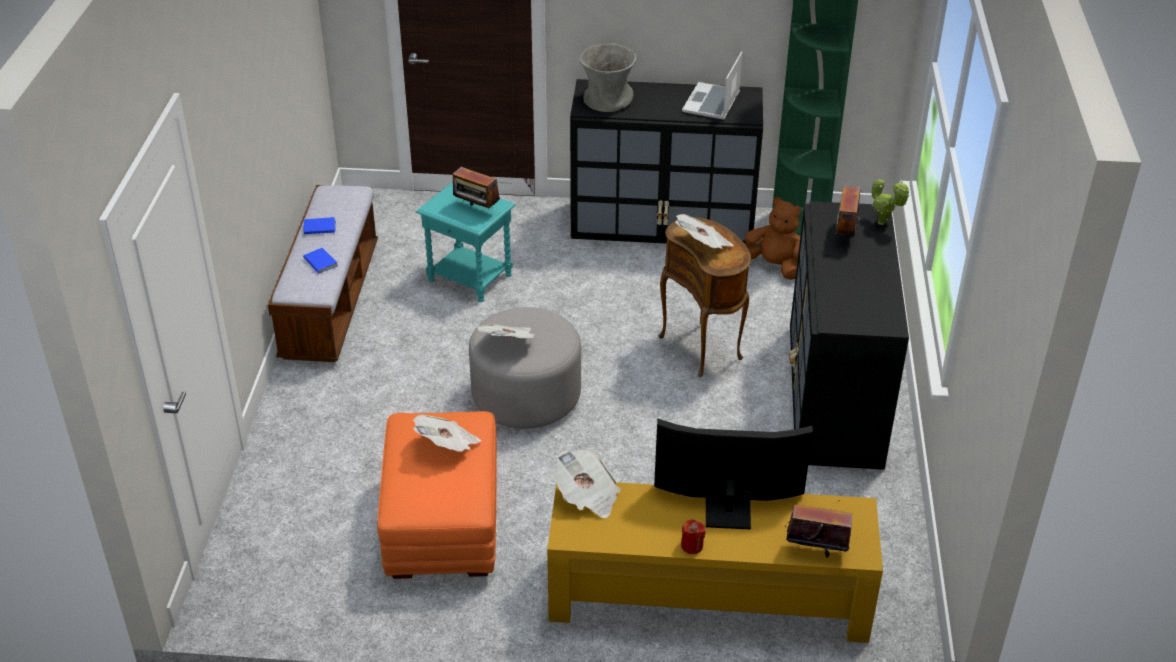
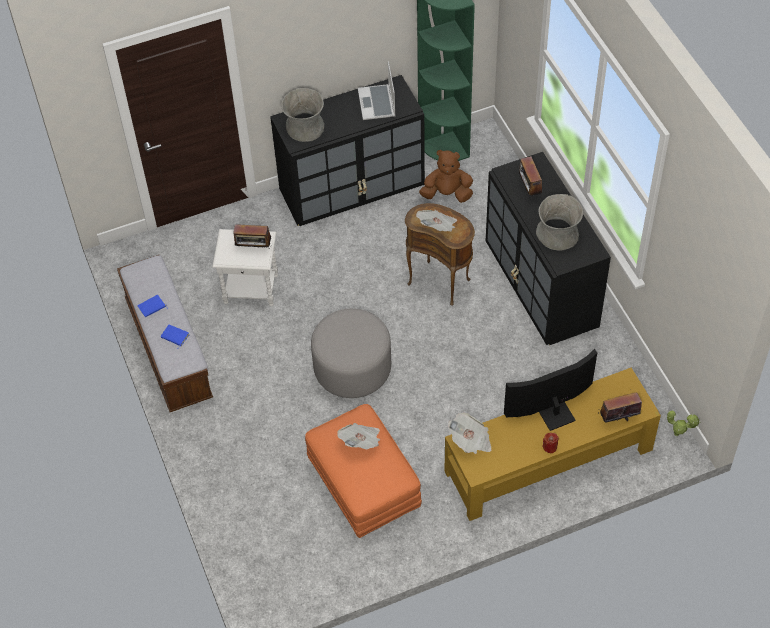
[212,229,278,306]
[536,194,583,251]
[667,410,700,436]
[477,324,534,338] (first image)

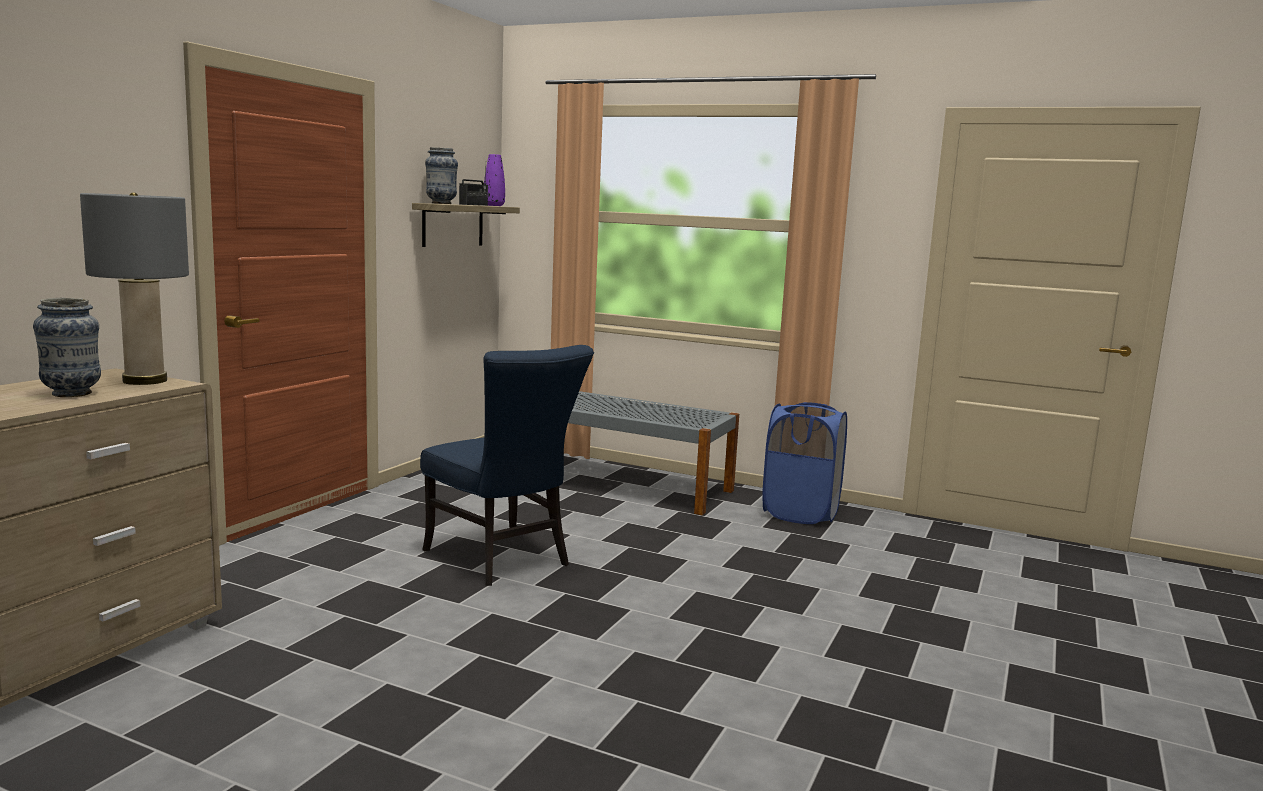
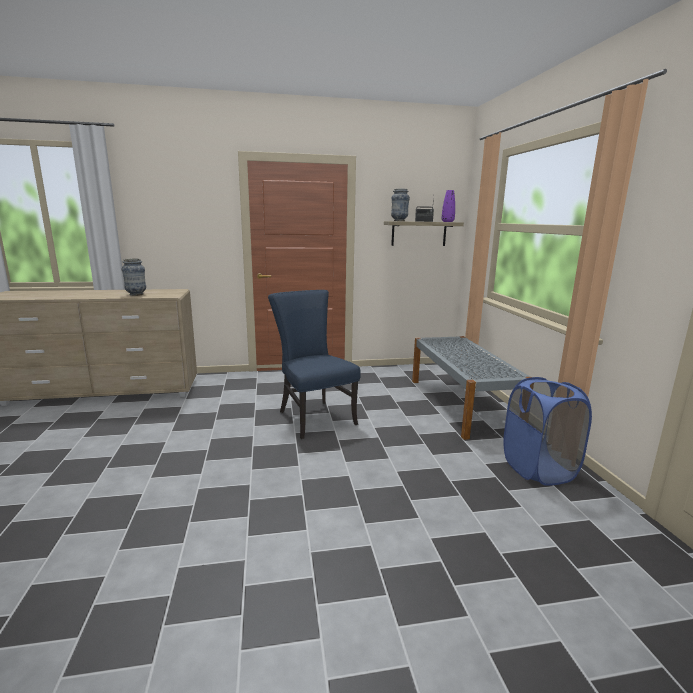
[268,290,361,439]
[80,192,189,385] (first image)

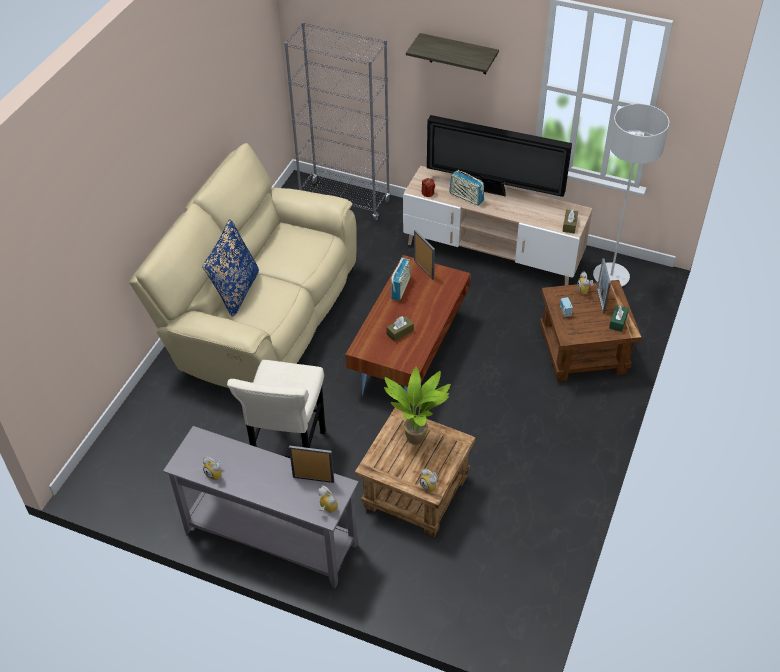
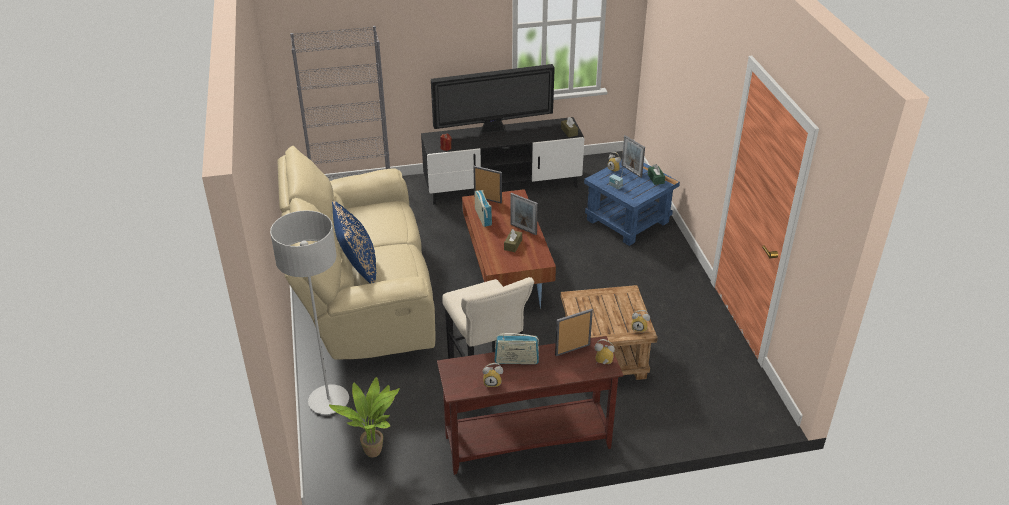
[270,210,349,414]
[329,377,400,457]
[421,117,584,205]
[437,336,623,475]
[495,333,539,364]
[510,193,538,235]
[584,160,680,246]
[406,33,499,74] (first image)

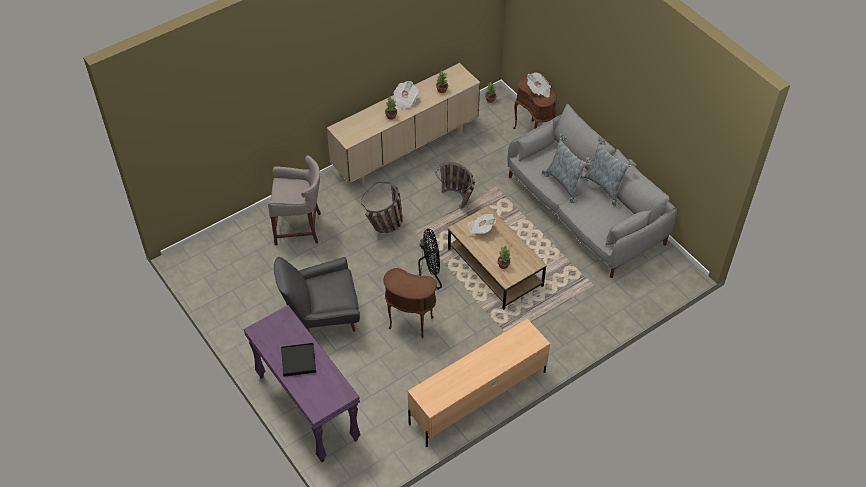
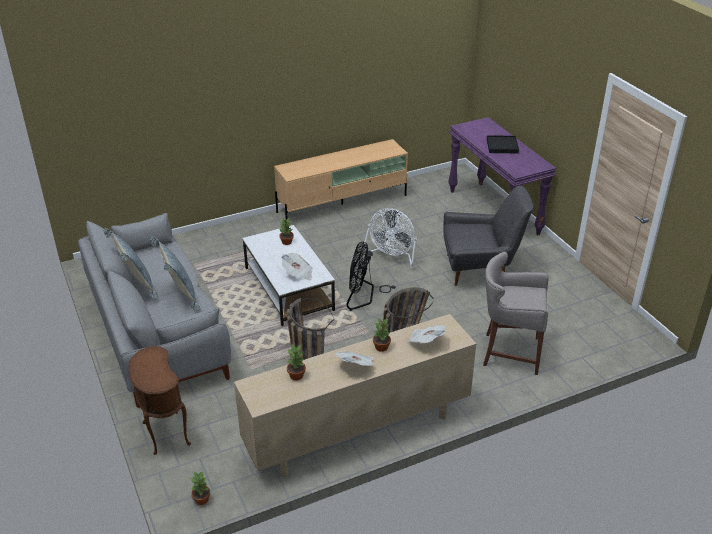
[242,225,335,326]
[364,208,417,268]
[407,325,446,343]

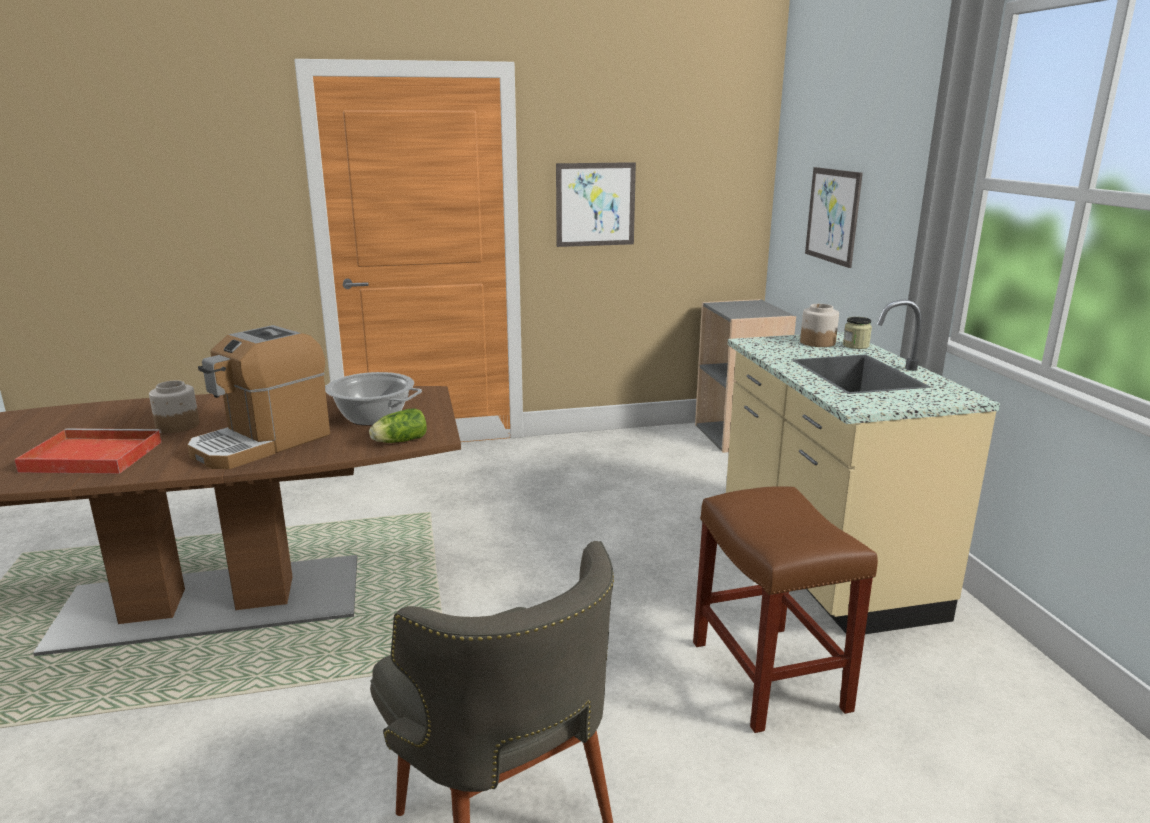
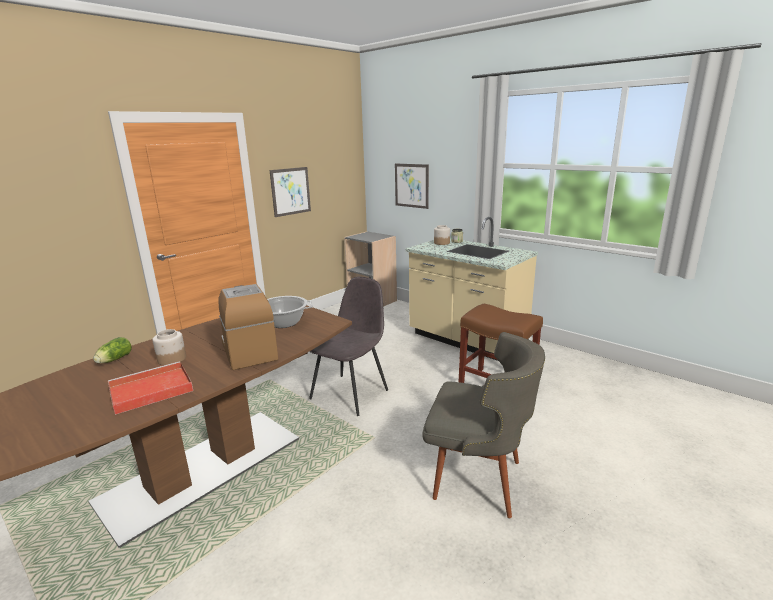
[93,337,132,364]
[219,284,278,370]
[309,277,388,416]

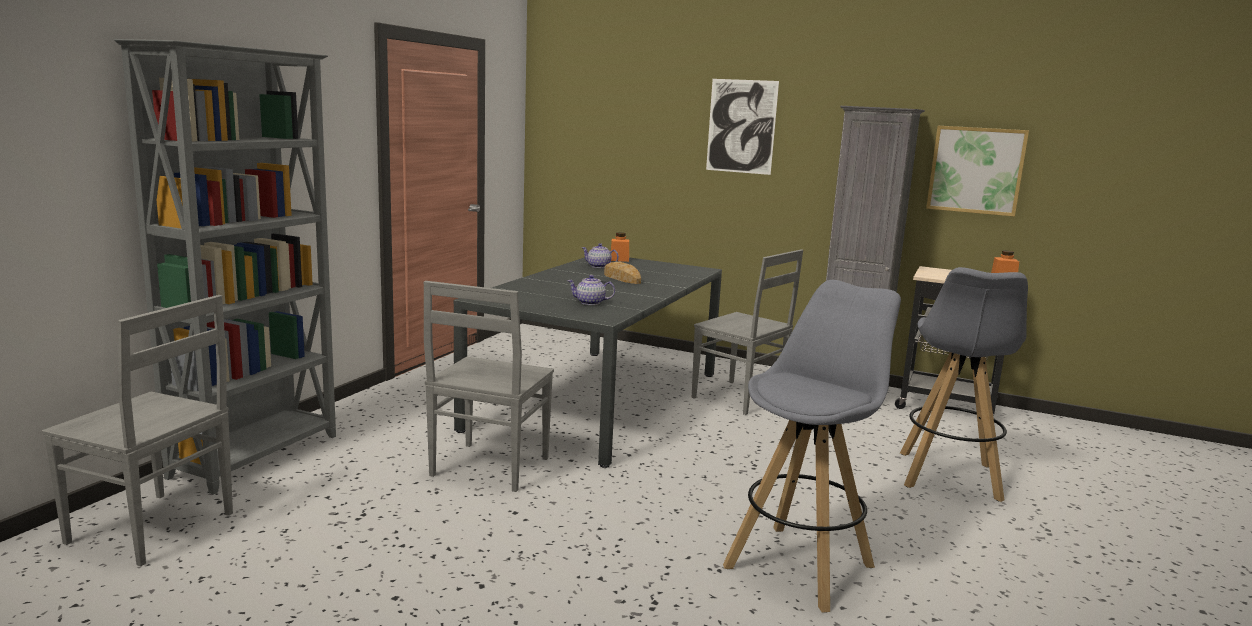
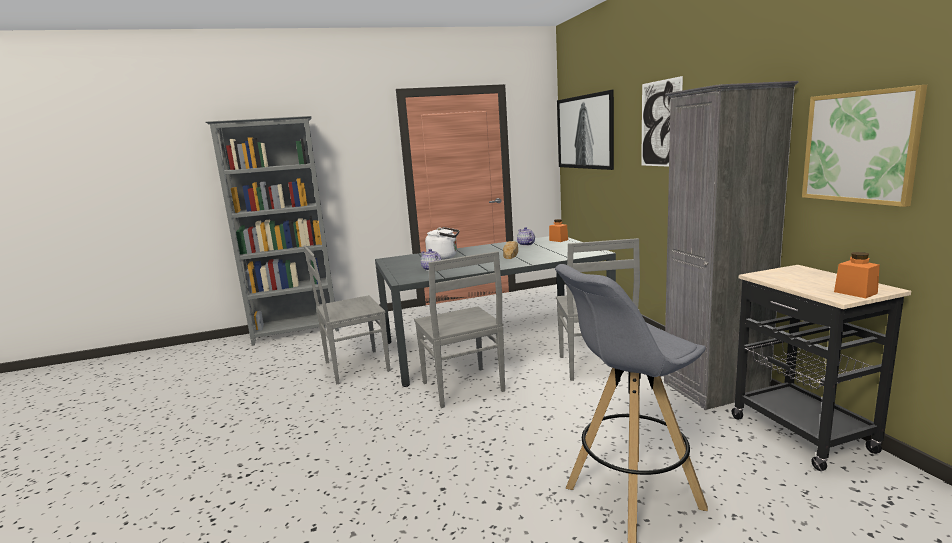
[414,251,505,408]
[425,227,459,259]
[557,90,614,170]
[723,280,901,613] (first image)

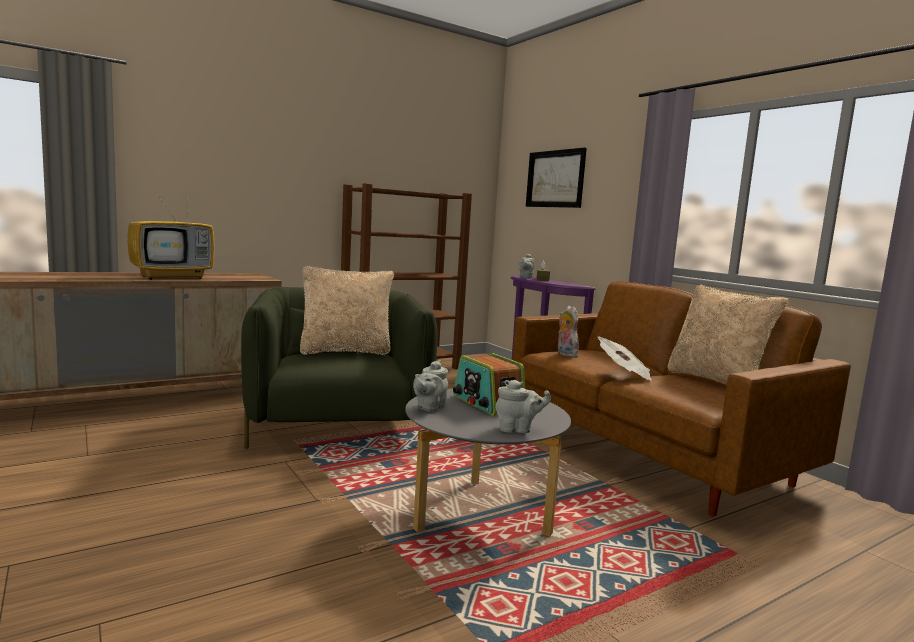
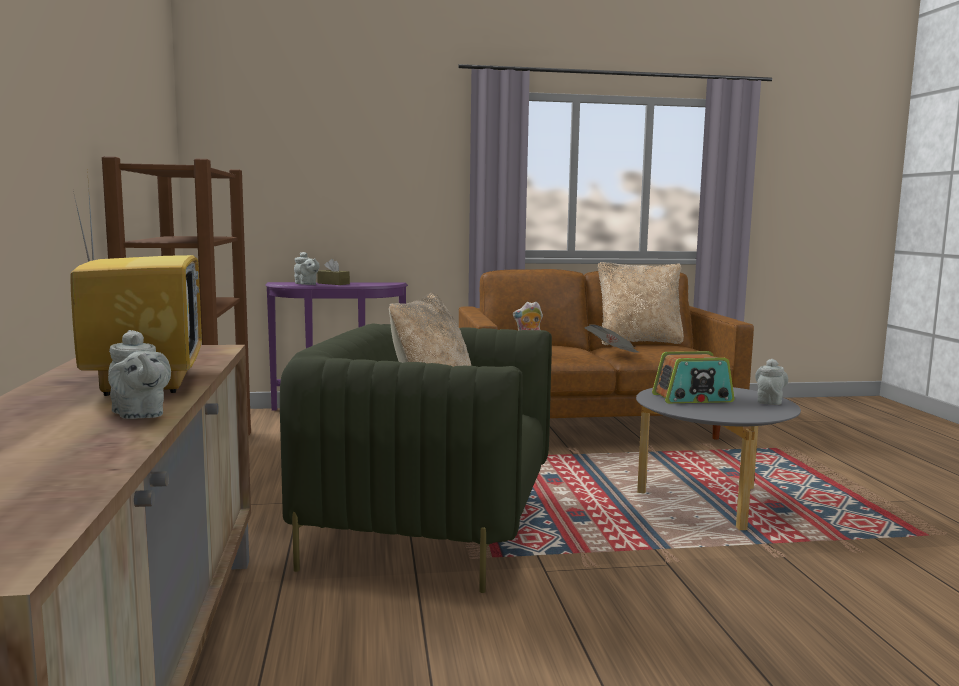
[108,330,171,419]
[526,148,587,208] (first image)

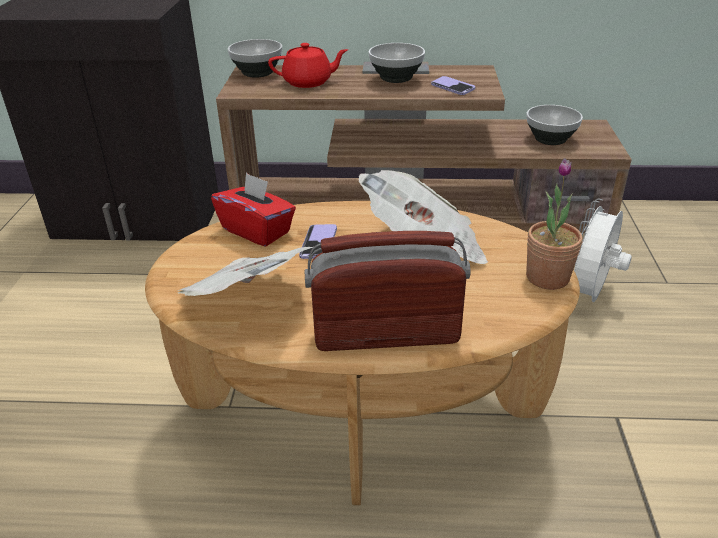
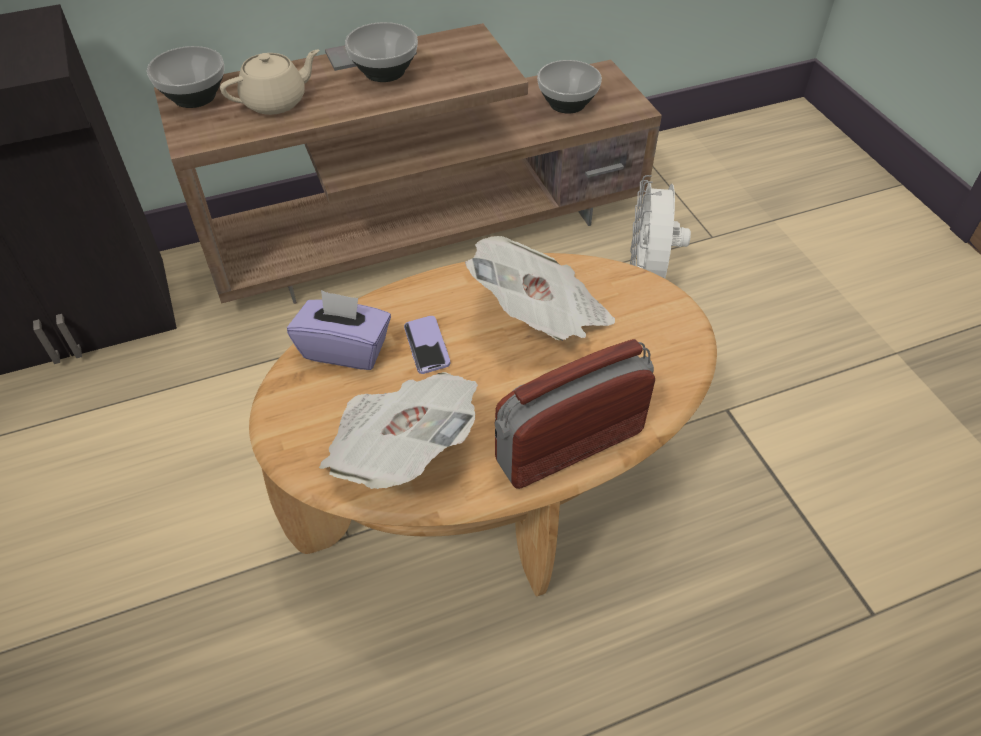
[220,50,320,115]
[287,290,391,370]
[431,76,475,95] (first image)
[526,158,583,290] (first image)

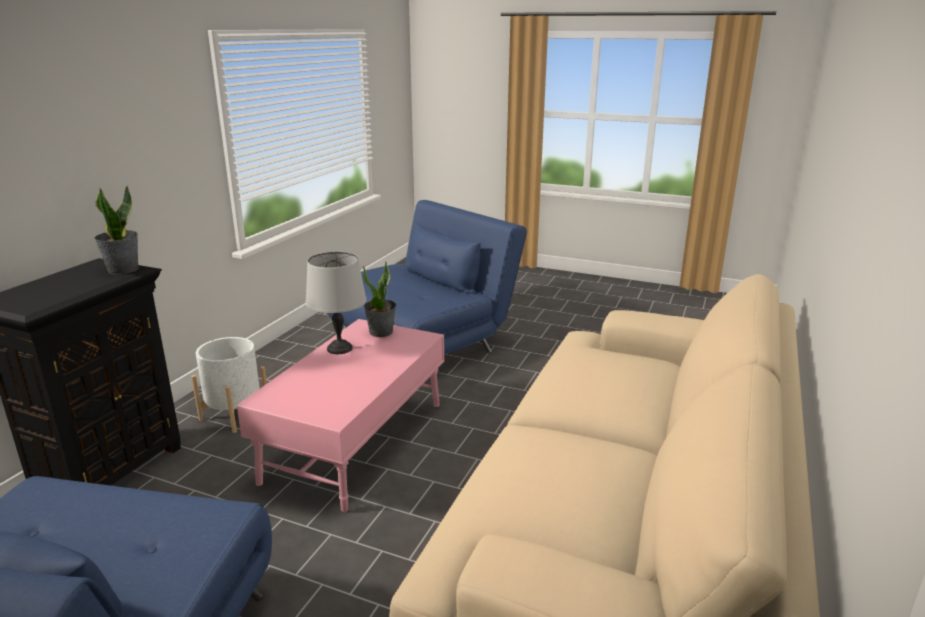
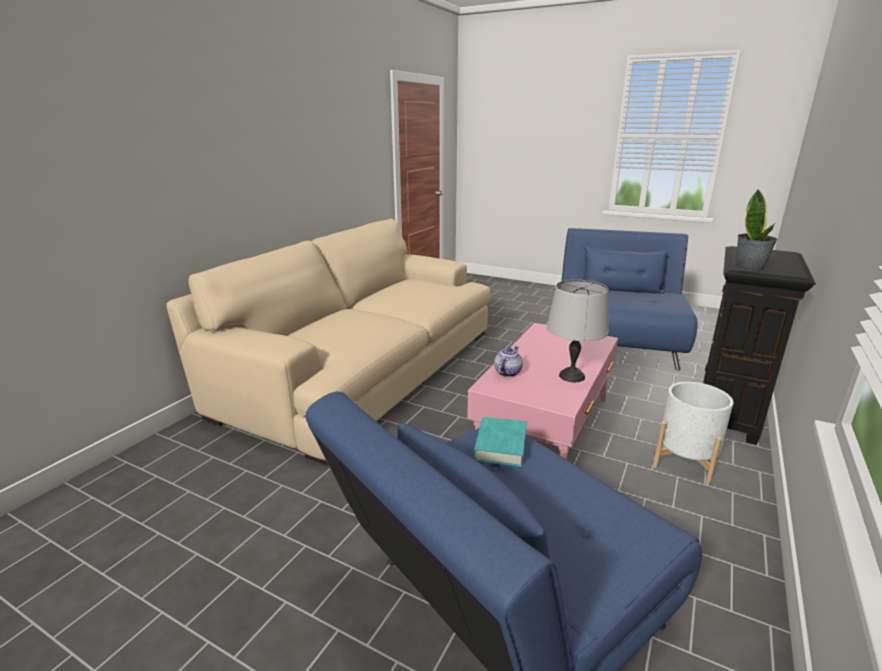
[473,417,527,467]
[494,346,523,377]
[363,261,396,337] (first image)

